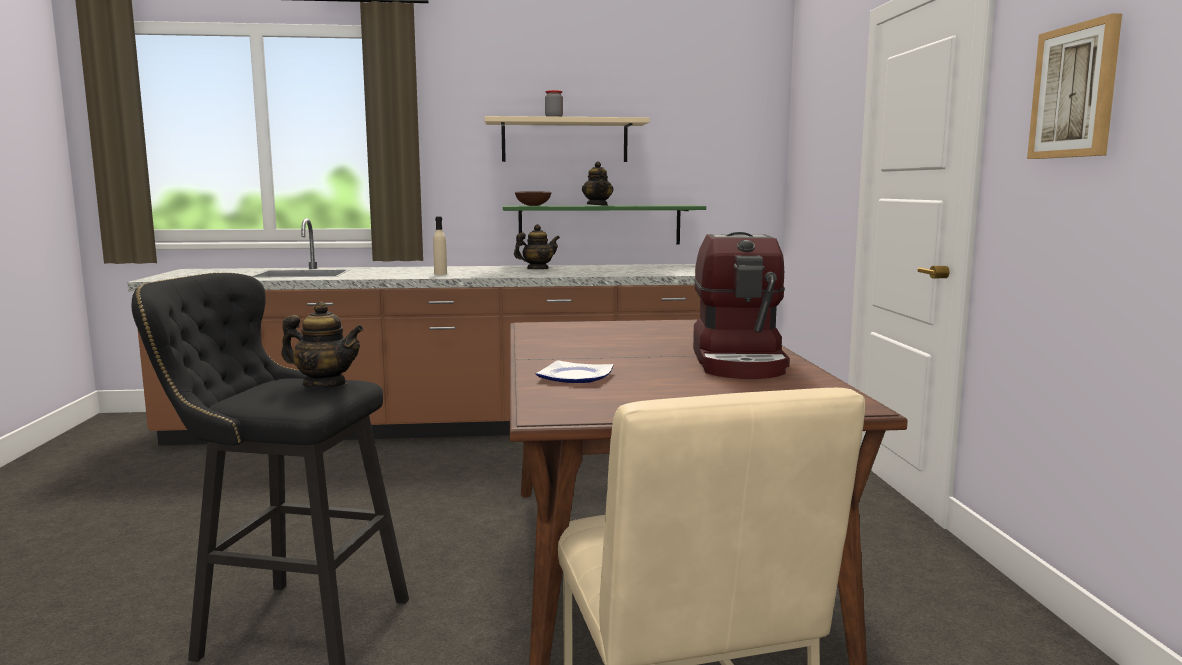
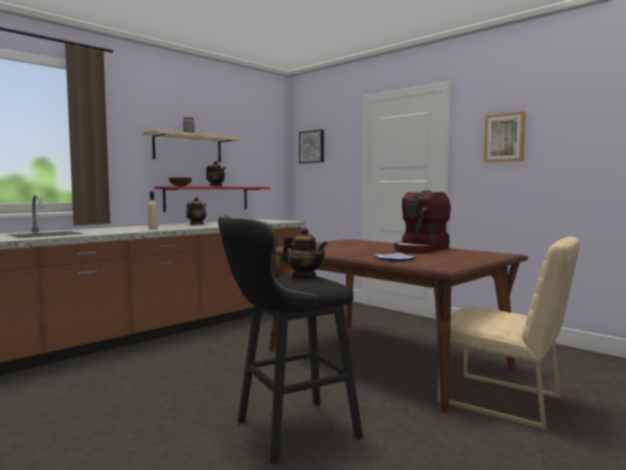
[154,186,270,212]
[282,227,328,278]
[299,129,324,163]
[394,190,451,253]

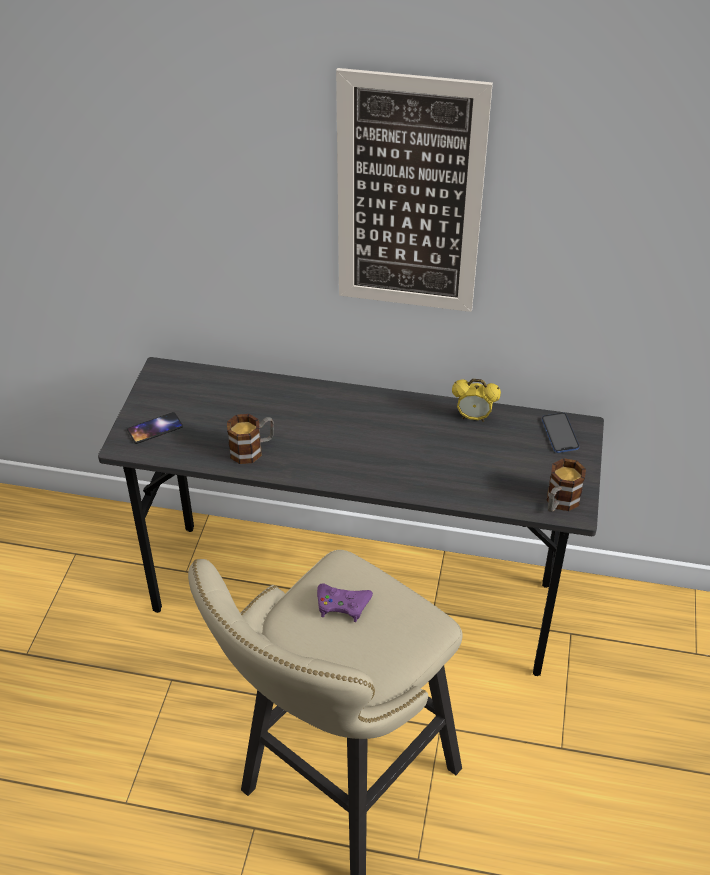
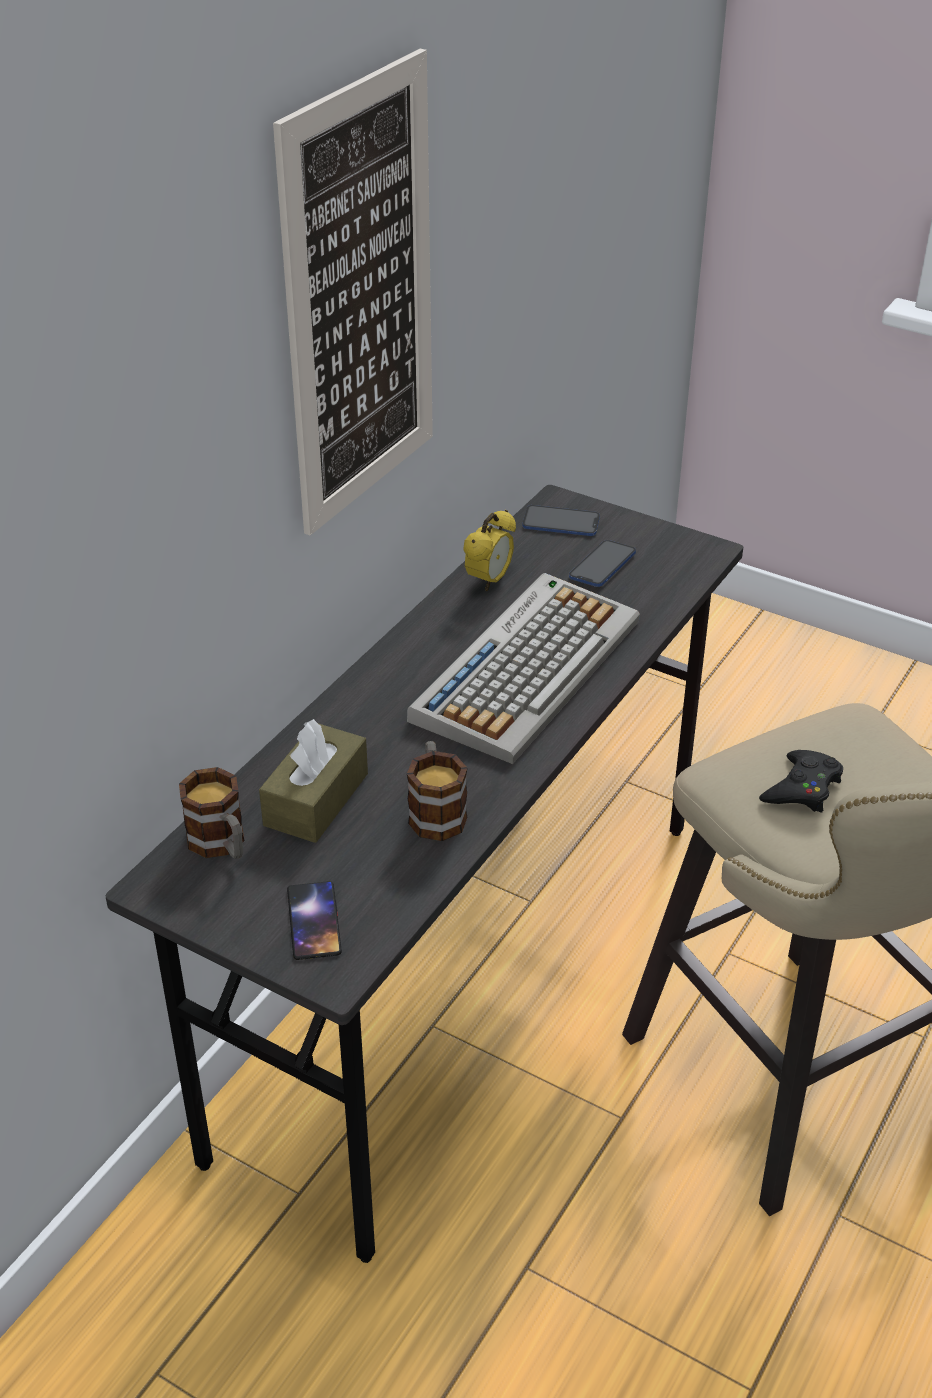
[179,767,245,859]
[259,719,368,843]
[407,573,640,764]
[569,540,636,587]
[759,750,843,813]

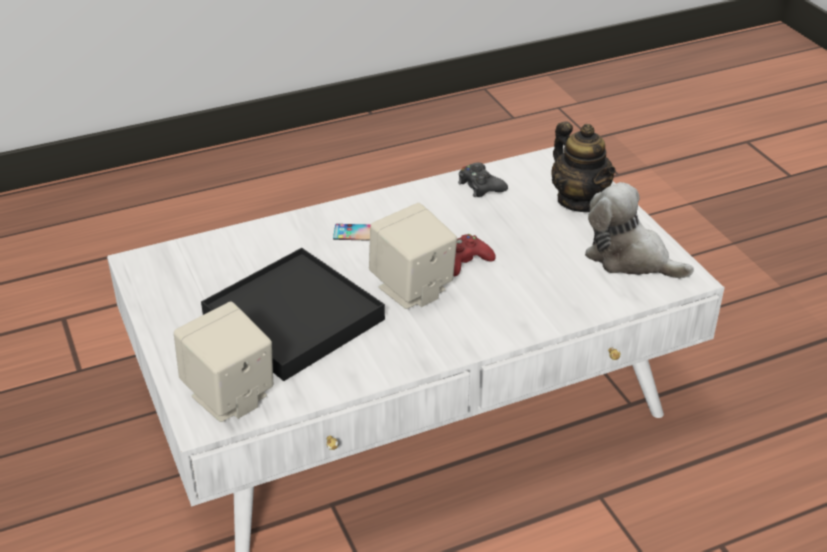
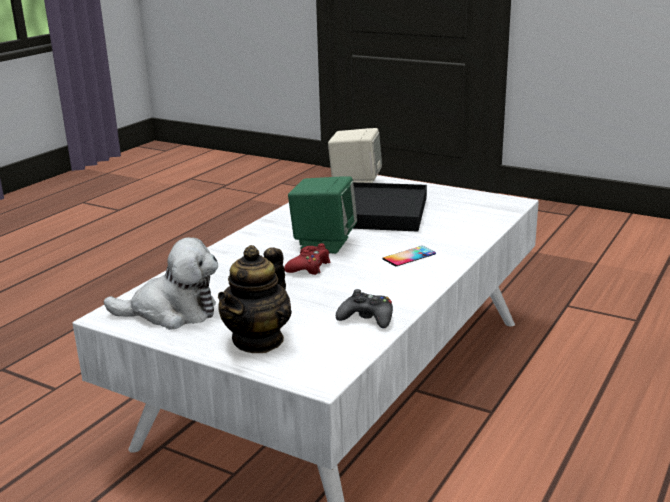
[218,245,292,353]
[288,176,357,254]

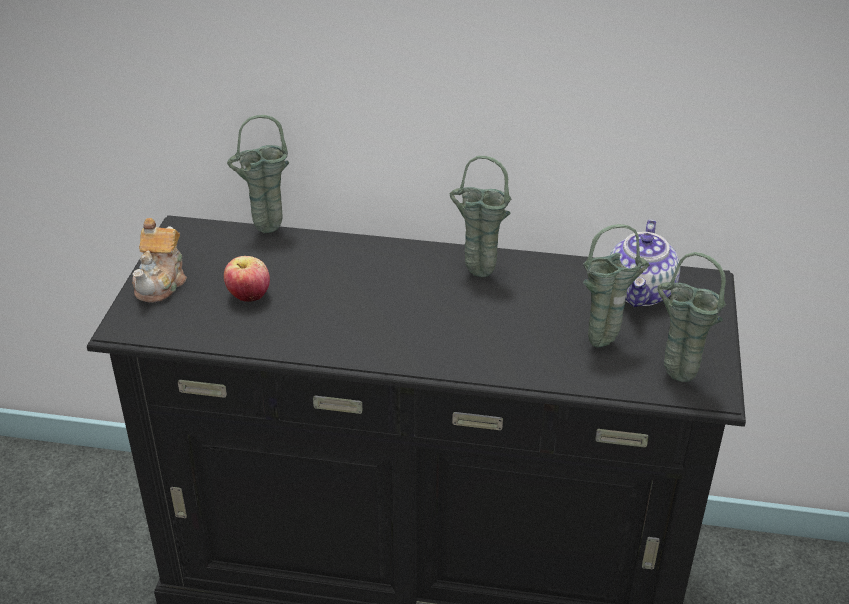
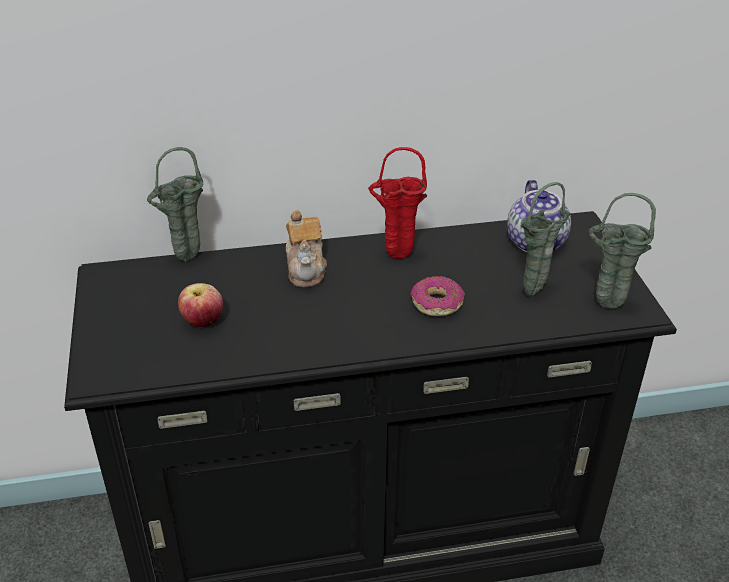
[286,210,327,287]
[368,147,427,259]
[410,276,465,316]

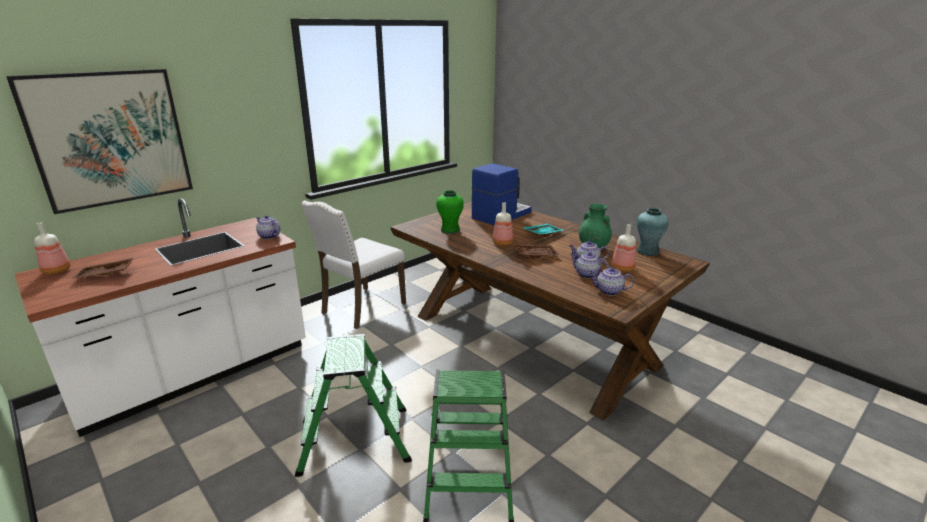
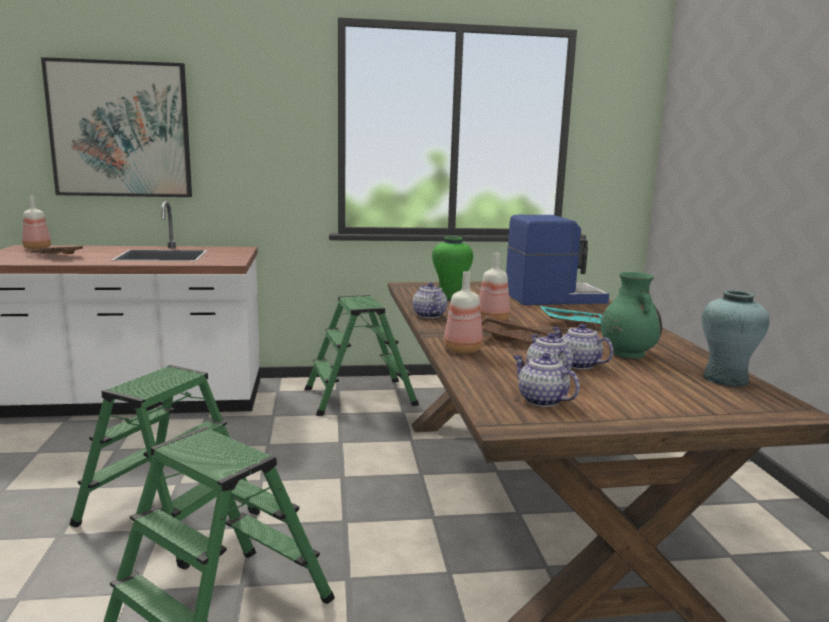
[304,295,419,416]
[413,282,447,318]
[444,271,483,354]

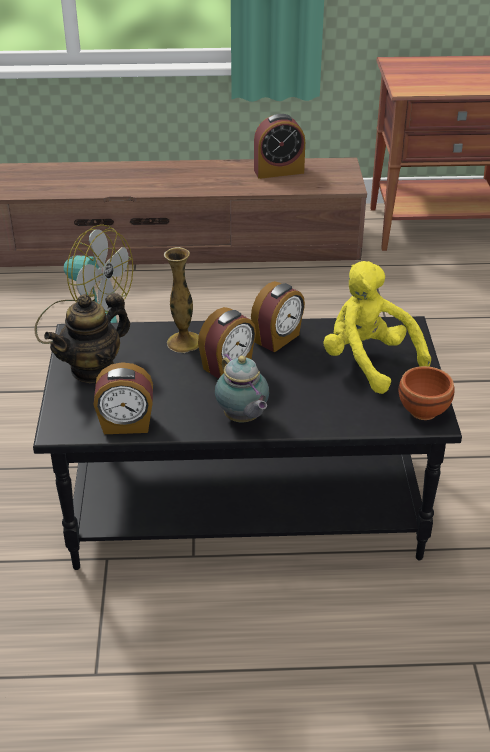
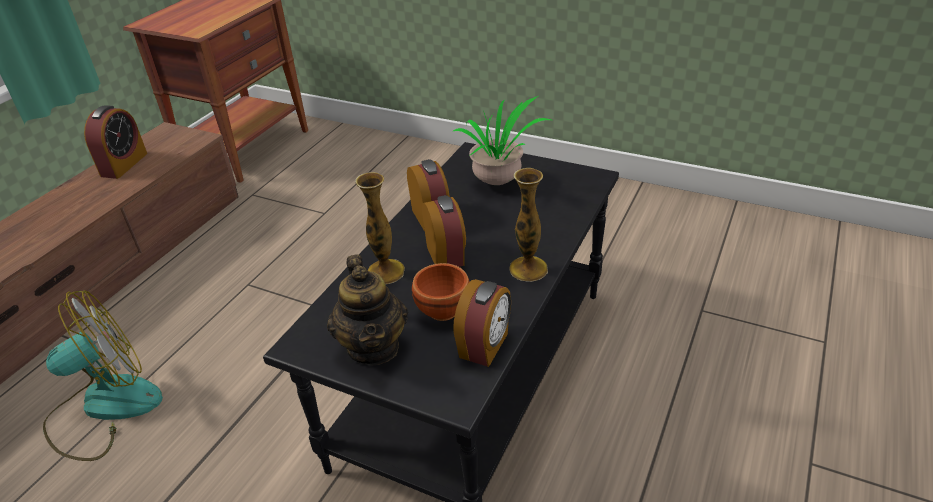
[412,263,470,321]
[452,96,551,185]
[509,168,548,282]

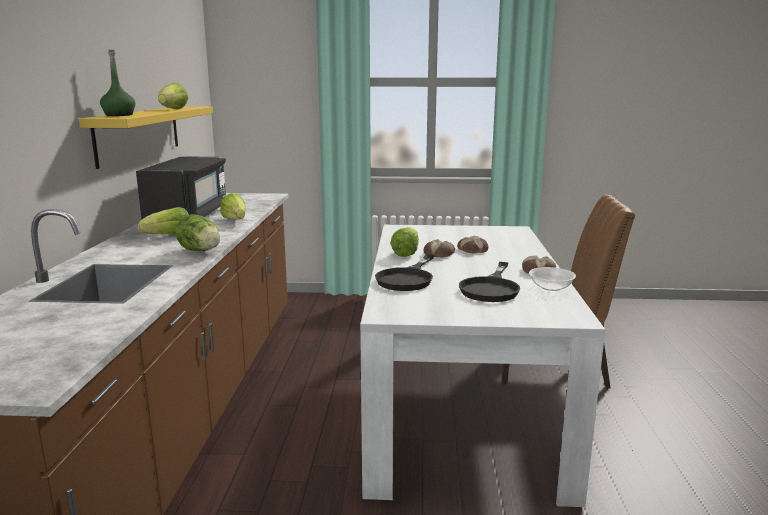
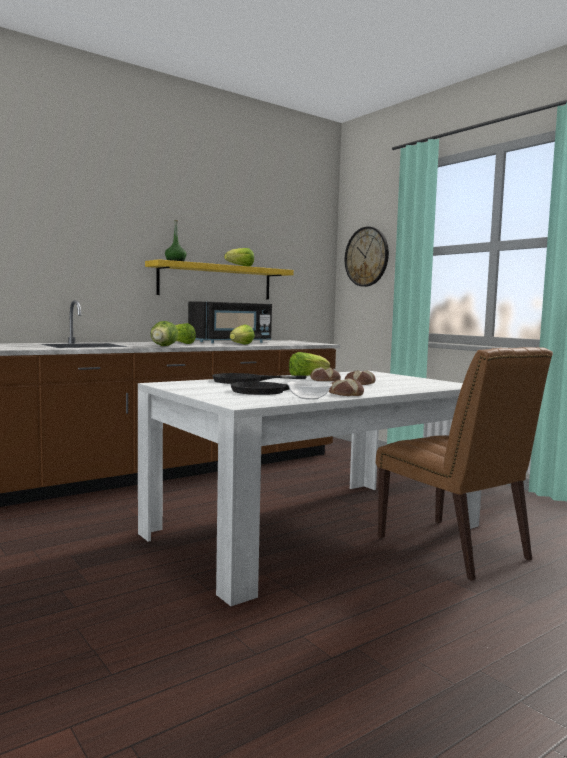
[345,226,389,287]

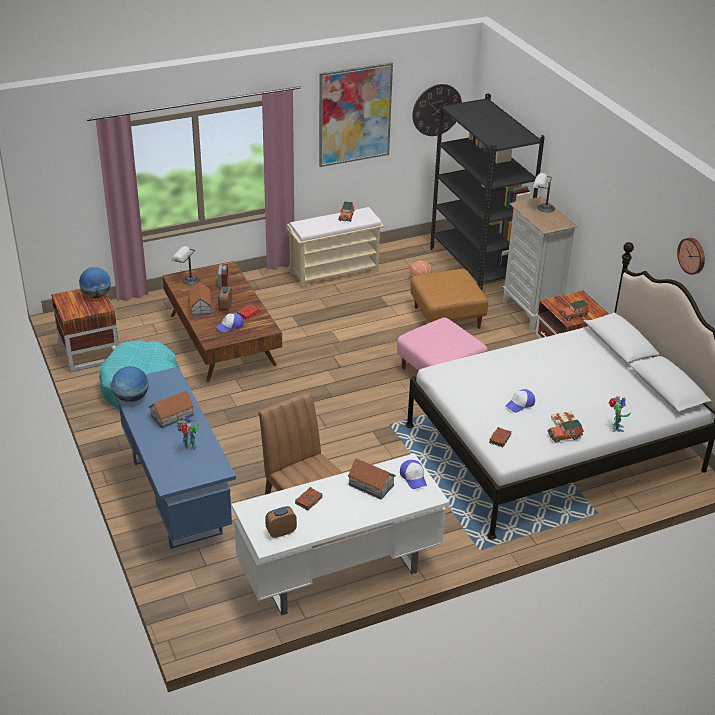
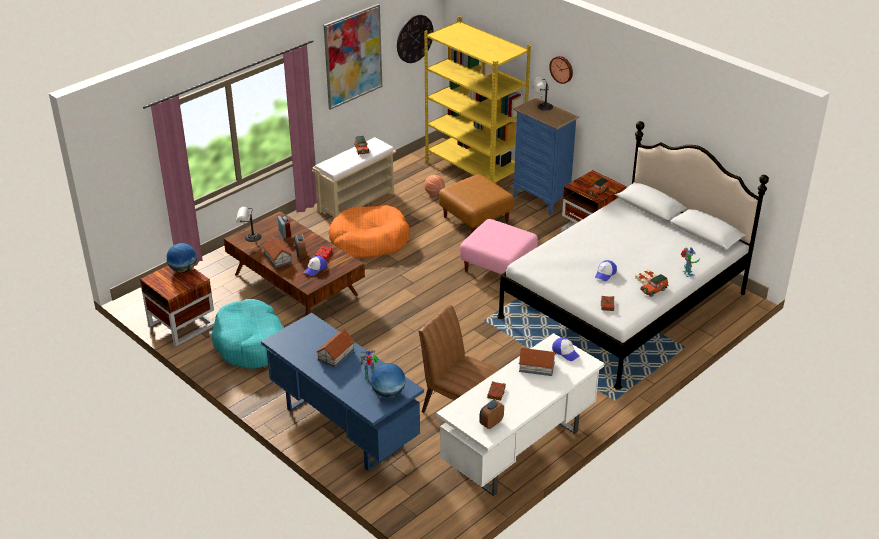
[329,205,410,258]
[371,363,406,398]
[424,16,531,183]
[513,97,580,215]
[549,56,573,84]

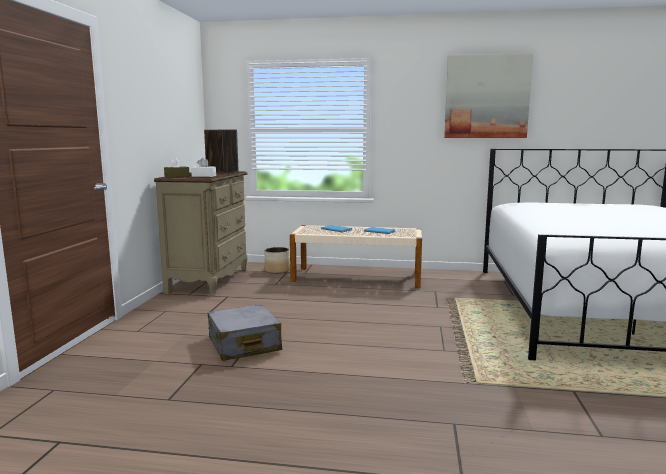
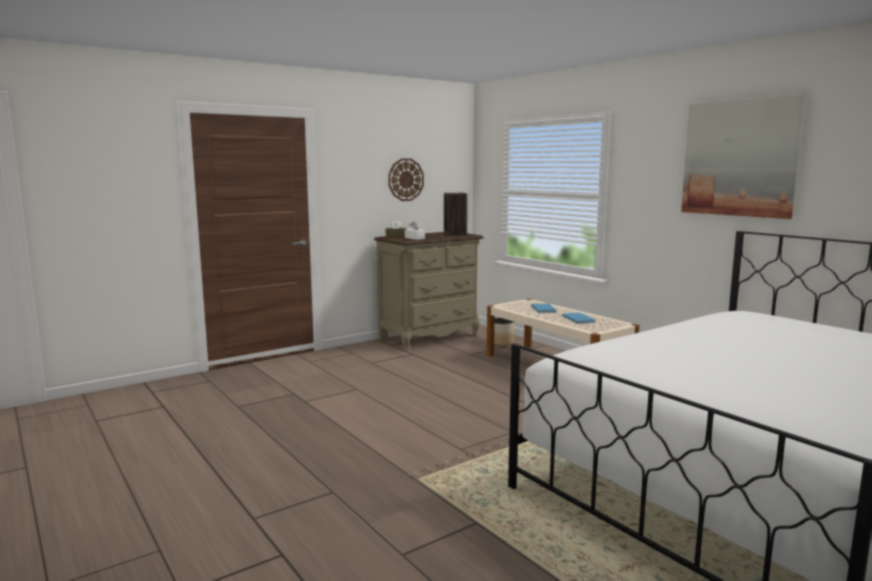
[388,158,424,201]
[208,304,282,361] (first image)

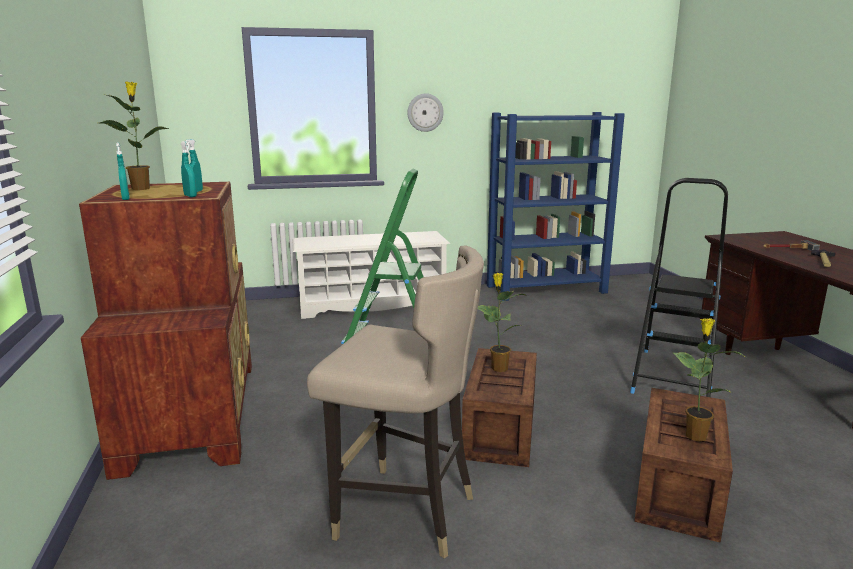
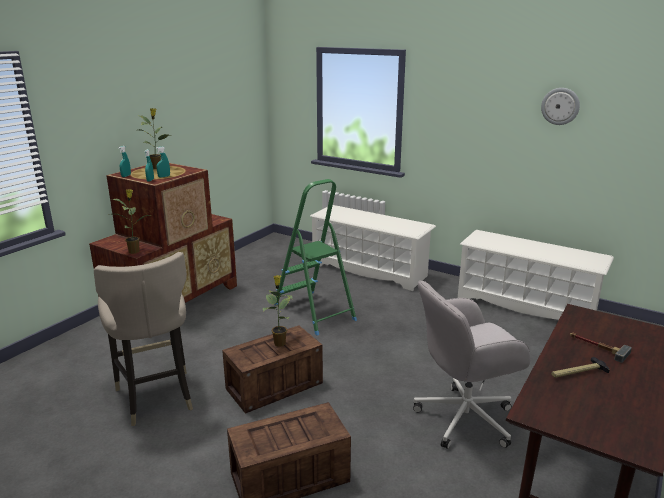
[111,189,152,254]
[413,280,530,449]
[458,230,614,320]
[541,88,580,125]

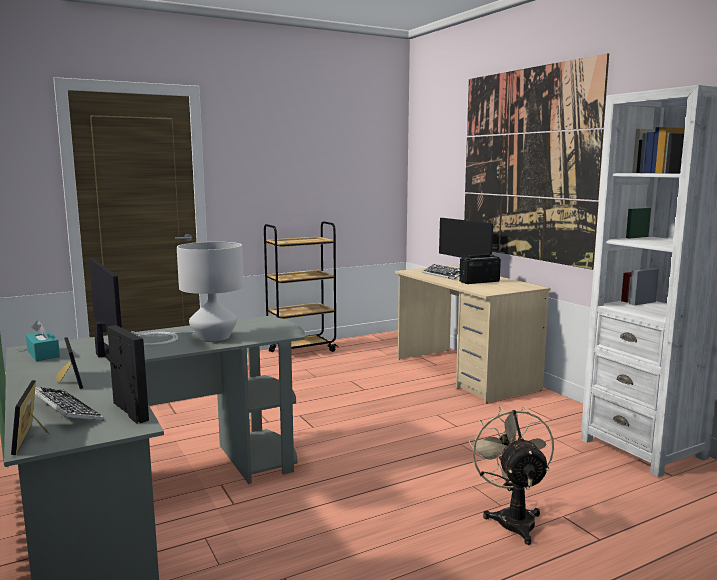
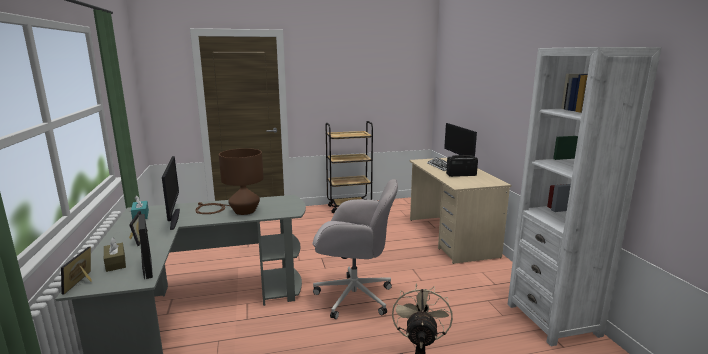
[104,238,126,272]
[195,148,263,215]
[312,179,398,319]
[464,53,609,270] (first image)

